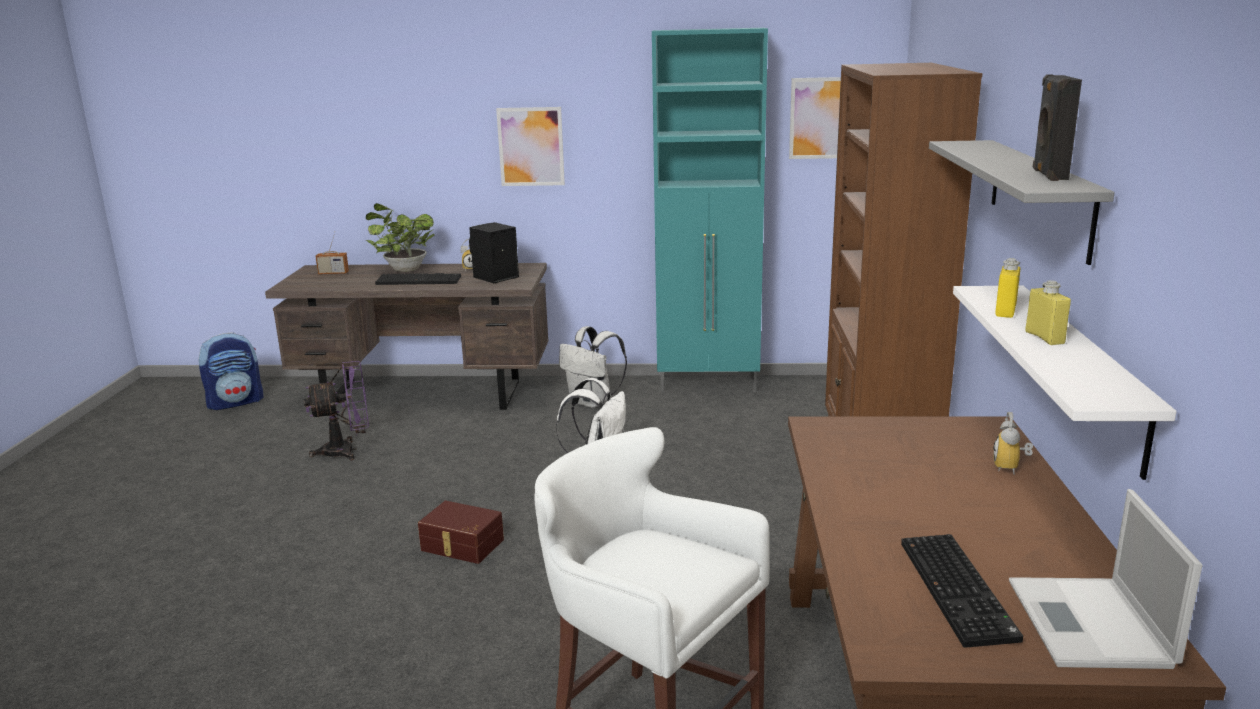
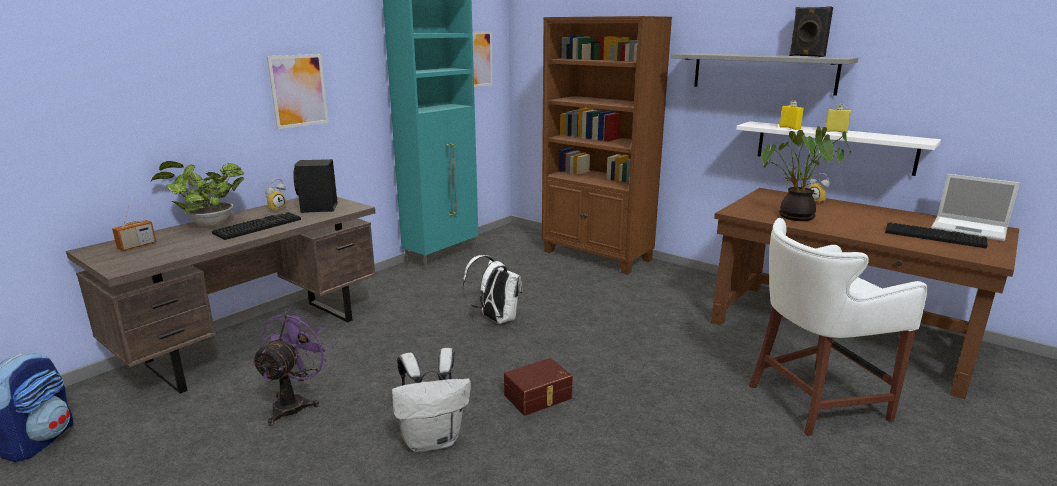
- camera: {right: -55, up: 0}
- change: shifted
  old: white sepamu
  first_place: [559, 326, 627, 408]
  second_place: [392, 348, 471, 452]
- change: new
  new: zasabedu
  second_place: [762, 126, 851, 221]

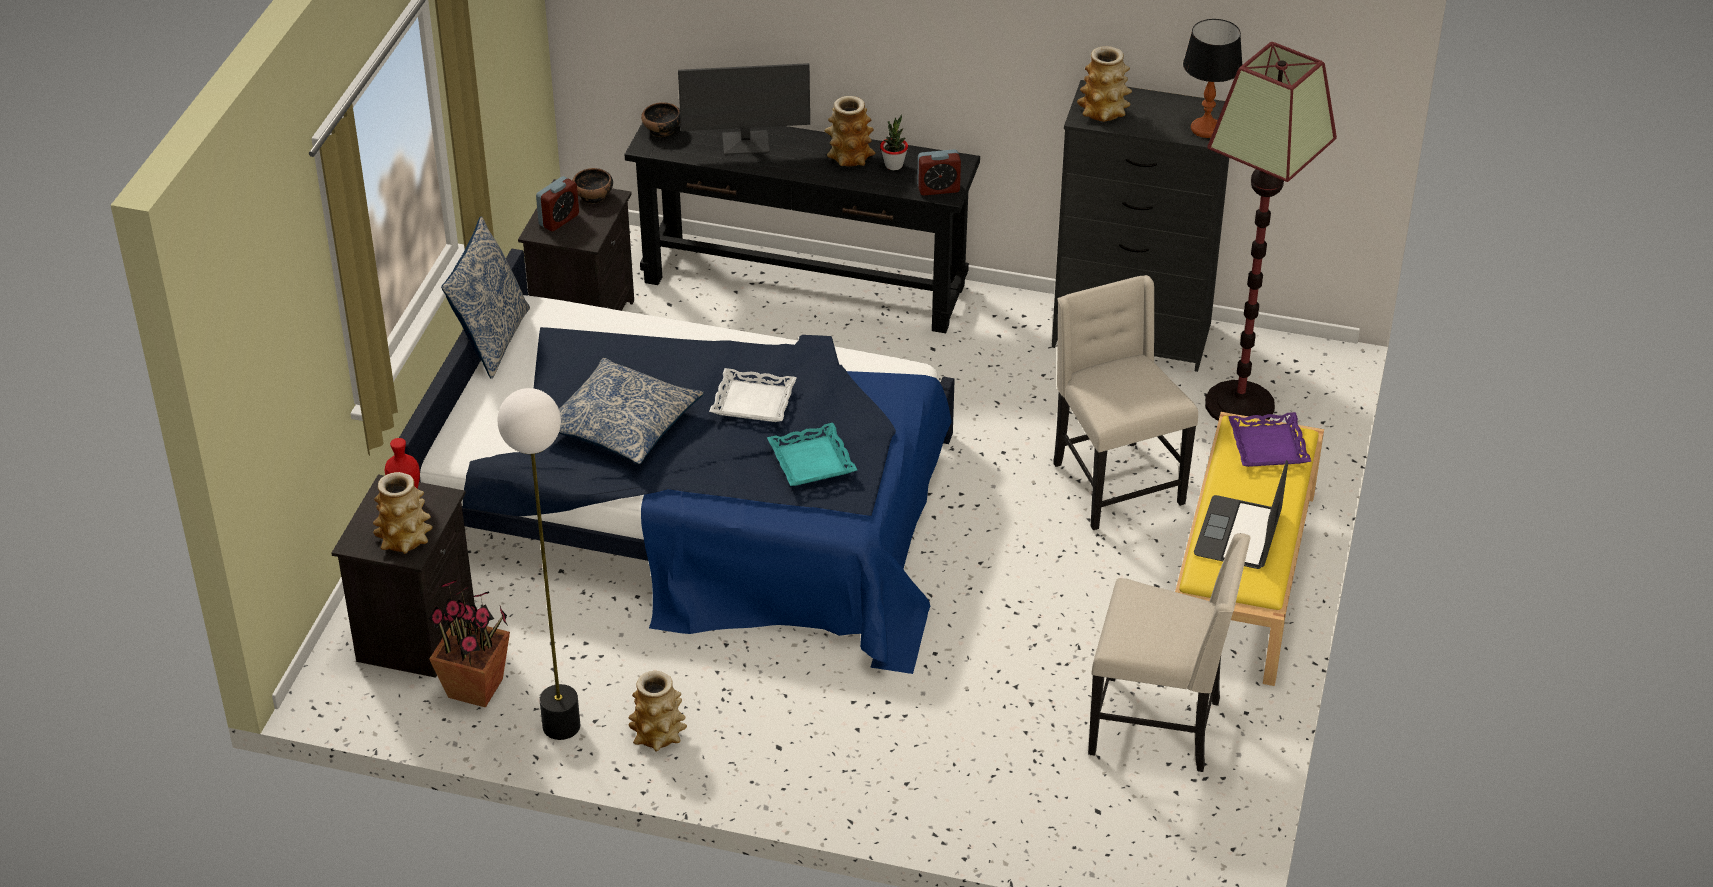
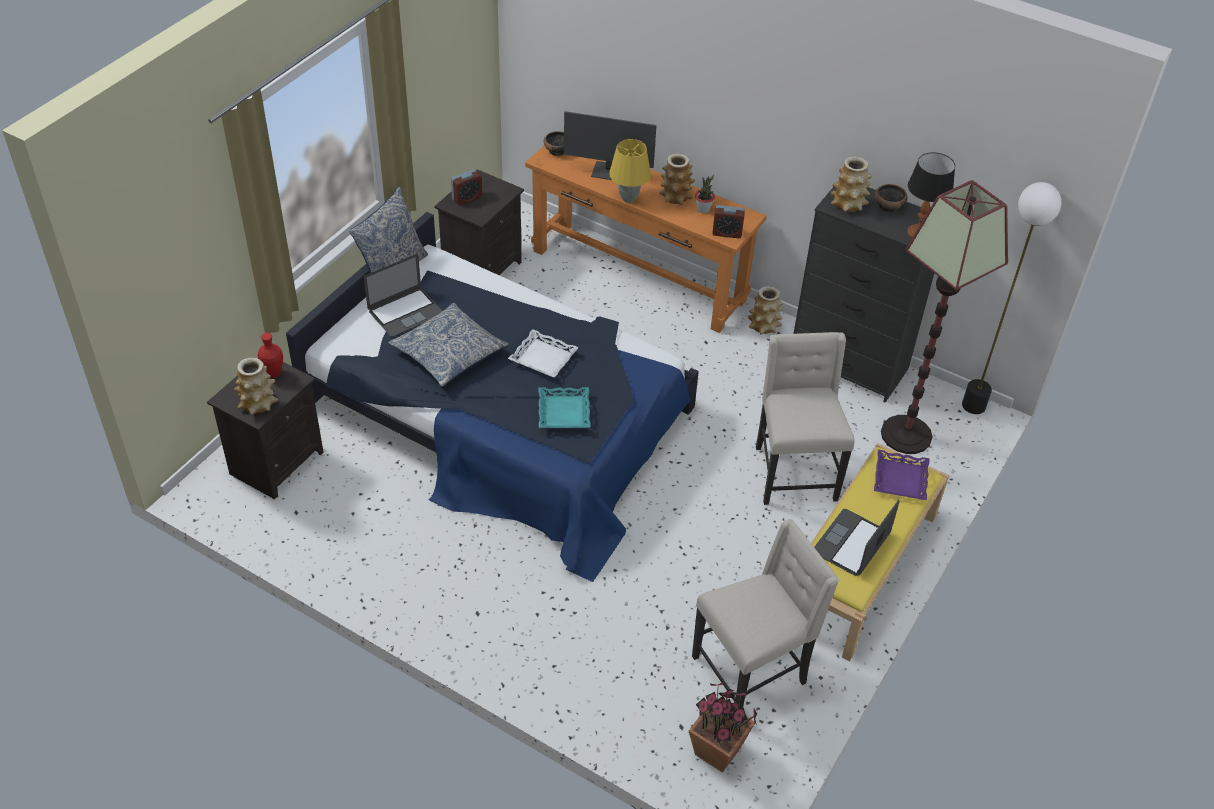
- camera: {right: 15, up: 5}
- change: shifted
  old: zasabedu
  first_place: [429, 579, 510, 708]
  second_place: [689, 682, 757, 773]
- change: shifted
  old: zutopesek
  first_place: [498, 388, 580, 740]
  second_place: [962, 182, 1061, 414]
- change: shifted
  old: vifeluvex
  first_place: [572, 168, 613, 204]
  second_place: [875, 184, 908, 212]
- change: repainted
  old: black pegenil
  new: orange pegenil
  first_place: [624, 122, 980, 333]
  second_place: [525, 146, 767, 333]
- change: shifted
  old: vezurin
  first_place: [629, 671, 687, 752]
  second_place: [748, 286, 783, 334]
- change: rotated
  old: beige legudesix
  first_place: [1088, 533, 1251, 772]
  second_place: [692, 519, 839, 708]
  degrees: -60
- change: new
  new: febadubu
  second_place: [364, 254, 442, 337]
- change: new
  new: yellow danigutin
  second_place: [609, 139, 651, 203]

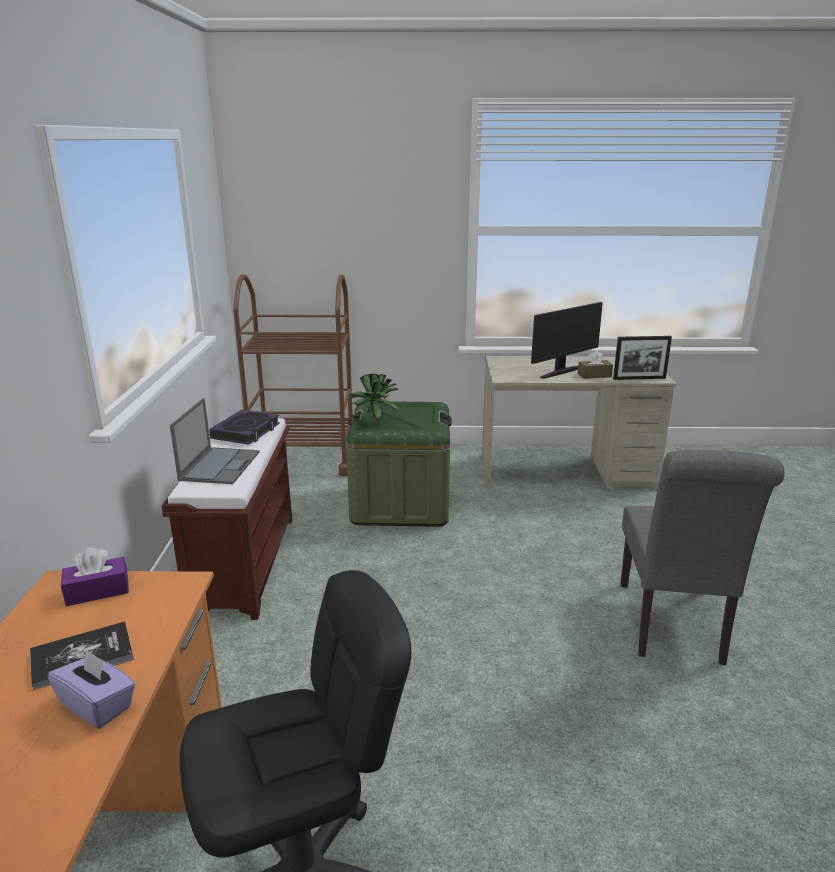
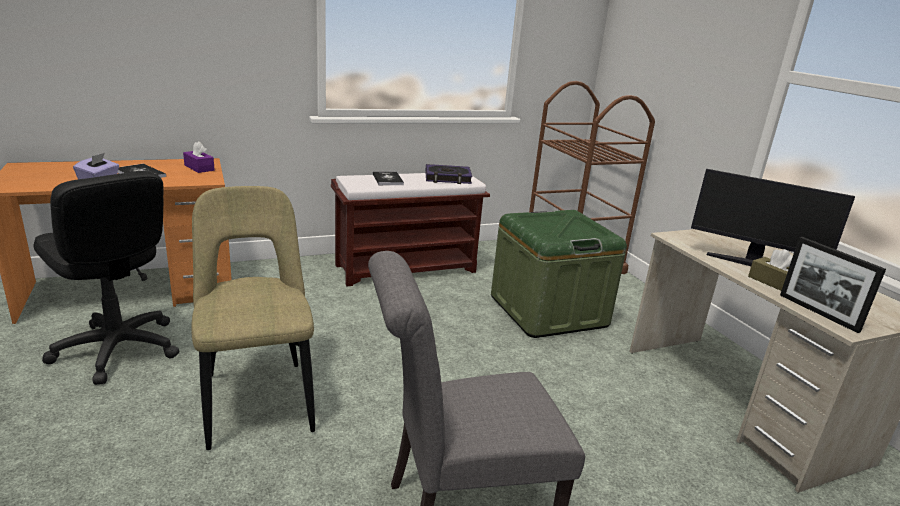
- camera: {right: 65, up: 0}
- change: swapped
  old: febadubu
  new: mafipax
  first_place: [170, 398, 260, 484]
  second_place: [373, 171, 404, 185]
- change: gone
  old: zasabedu
  first_place: [349, 374, 400, 425]
- change: new
  new: beige legudesix
  second_place: [191, 186, 315, 450]

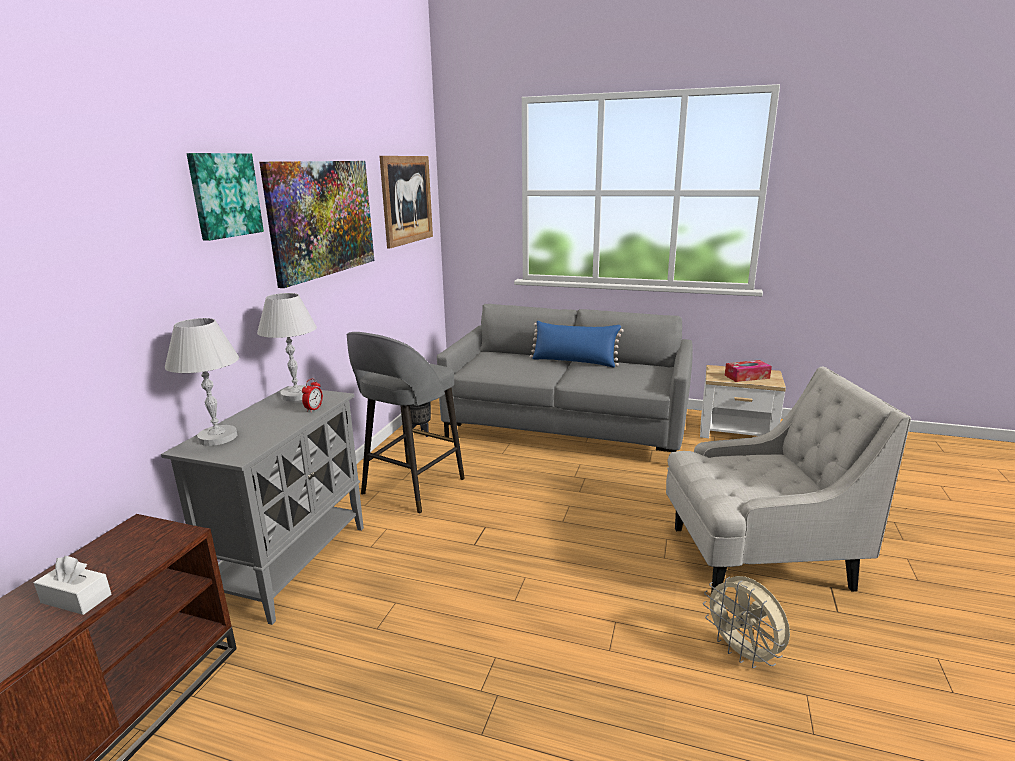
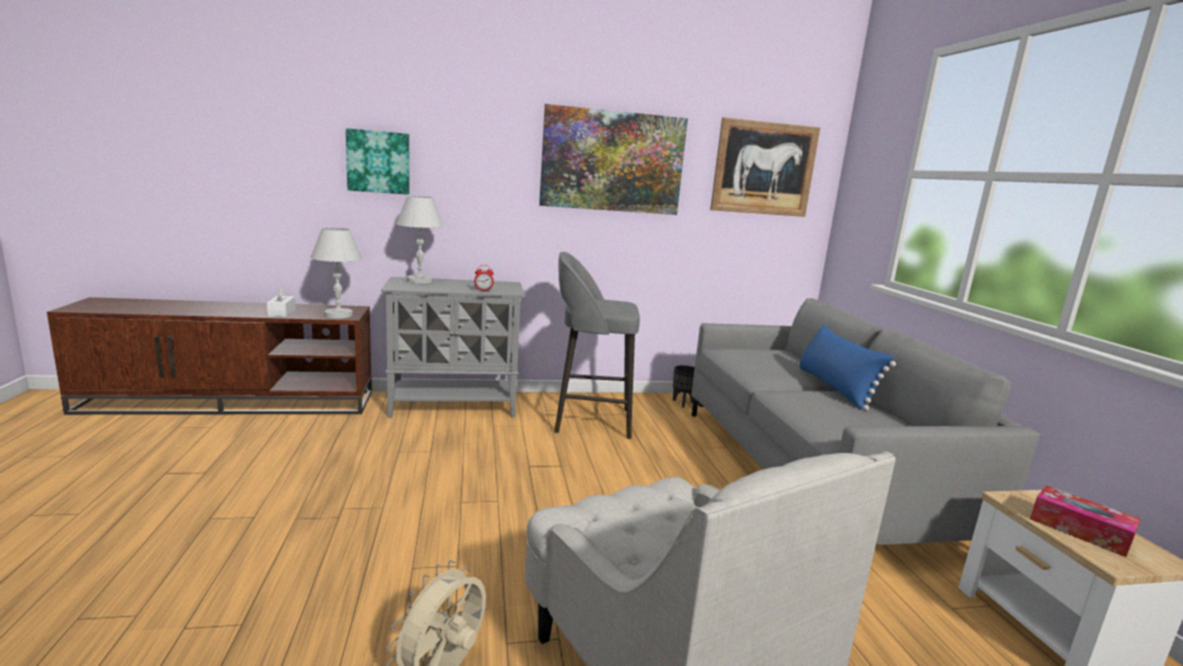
- camera: {right: 60, up: -5}
- change: shifted
  old: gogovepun
  first_place: [187, 153, 264, 241]
  second_place: [346, 128, 409, 195]
- change: shifted
  old: white danigutin
  first_place: [257, 293, 317, 401]
  second_place: [310, 227, 362, 318]

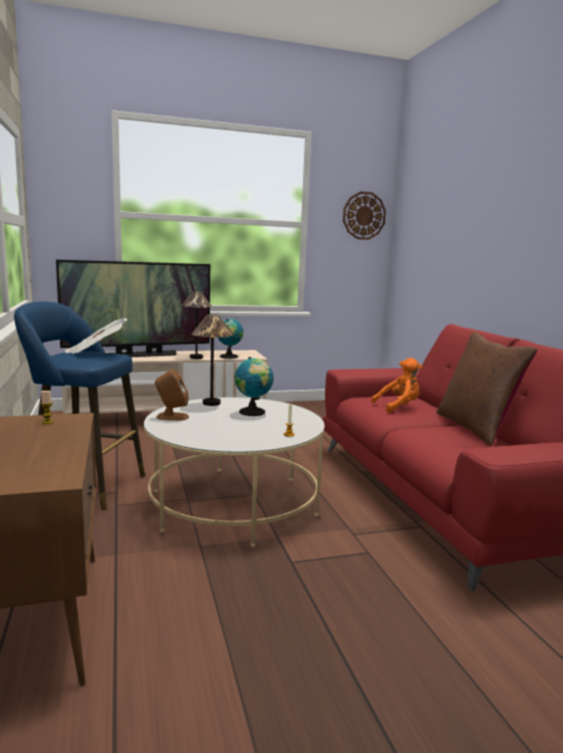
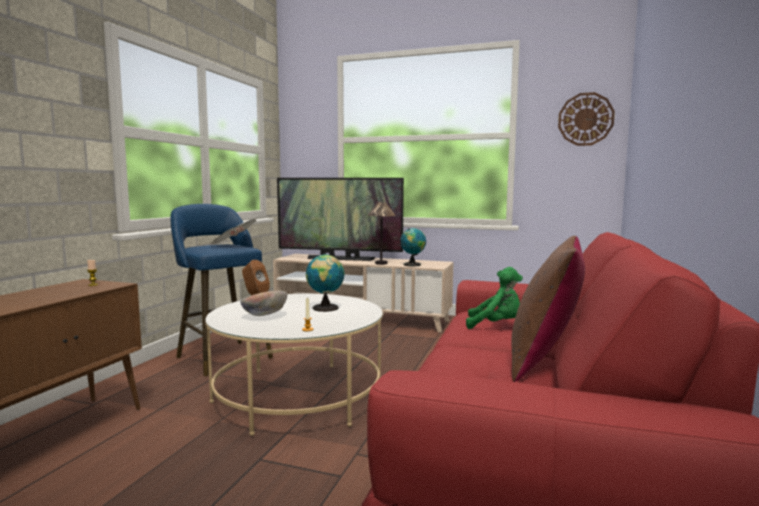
- camera: {right: 35, up: -5}
- change: gone
  old: danigutin
  first_place: [192, 314, 233, 406]
- change: repainted
  old: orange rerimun
  new: green rerimun
  first_place: [371, 358, 422, 413]
  second_place: [466, 267, 523, 329]
- change: new
  new: vifeluvex
  second_place: [240, 291, 287, 316]

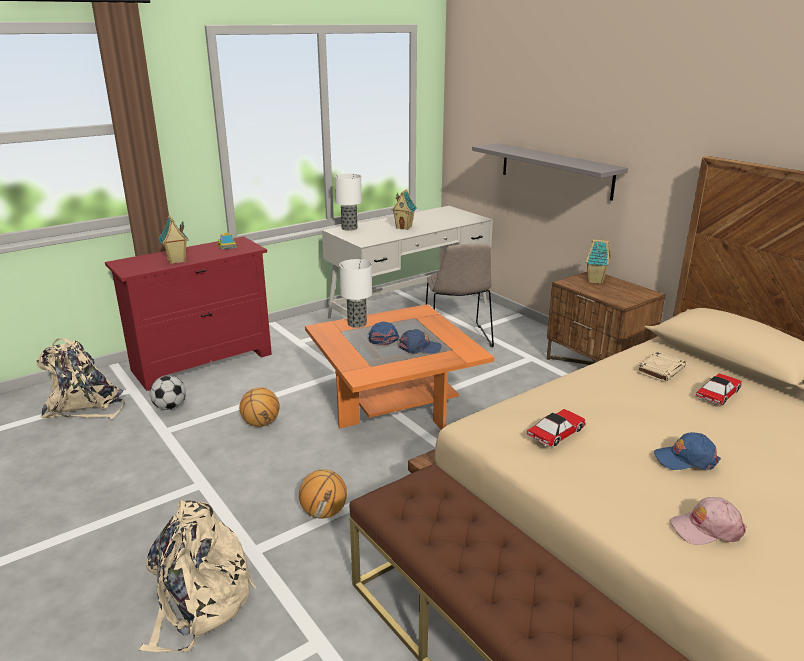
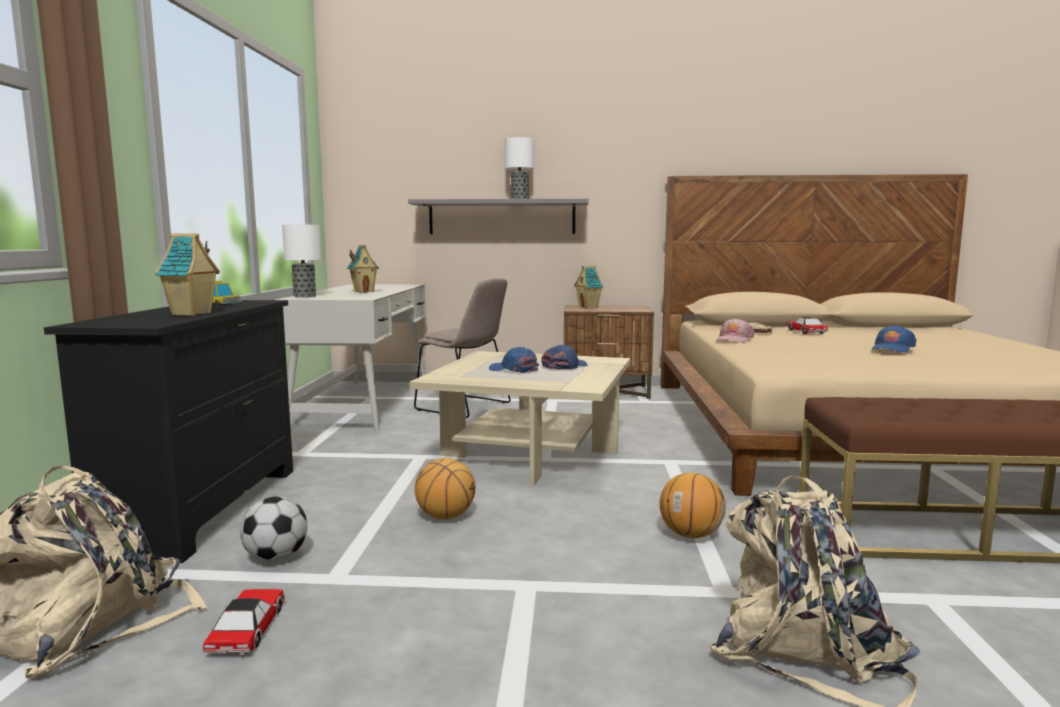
- camera: {right: -50, up: -15}
- change: repainted
  old: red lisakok
  new: black lisakok
  first_place: [105, 236, 272, 391]
  second_place: [44, 300, 293, 563]
- change: repainted
  old: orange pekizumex
  new: beige pekizumex
  first_place: [305, 304, 494, 429]
  second_place: [409, 351, 630, 486]
- change: shifted
  old: danigutin
  first_place: [339, 259, 372, 328]
  second_place: [505, 137, 534, 199]
- change: shifted
  old: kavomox
  first_place: [527, 409, 586, 447]
  second_place: [203, 589, 285, 655]
- change: shifted
  old: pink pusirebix
  first_place: [670, 497, 746, 545]
  second_place: [716, 318, 754, 343]

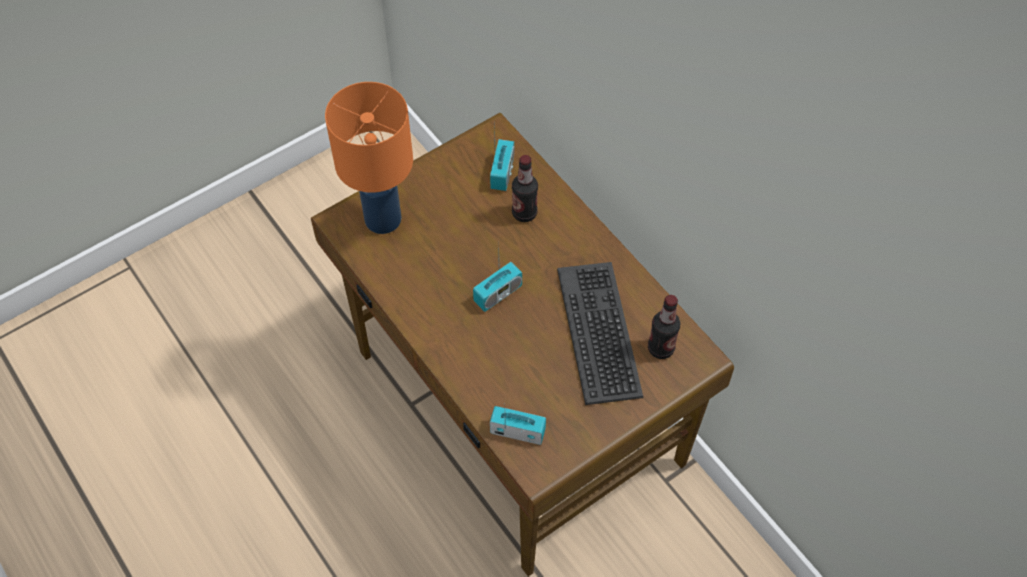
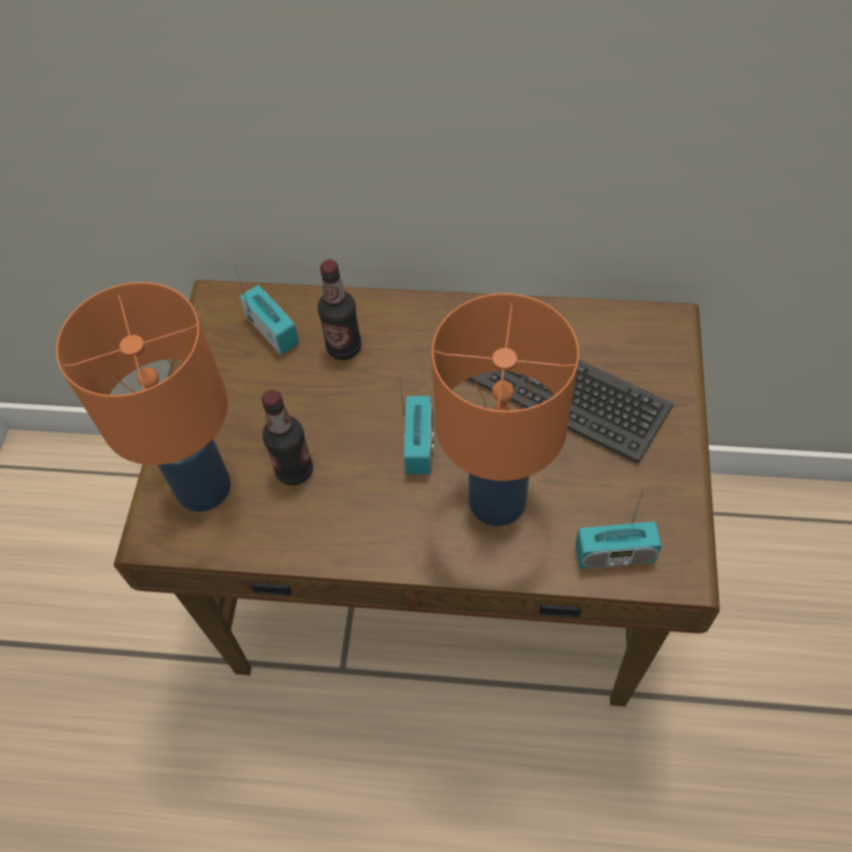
- camera: {right: -45, up: 0}
- change: rotated
  old: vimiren
  first_place: [490, 406, 546, 445]
  second_place: [575, 488, 662, 569]
  degrees: -150
- change: shifted
  old: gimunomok
  first_place: [648, 295, 680, 359]
  second_place: [262, 390, 313, 485]
- change: new
  new: orange danigutin
  second_place: [432, 293, 579, 526]

